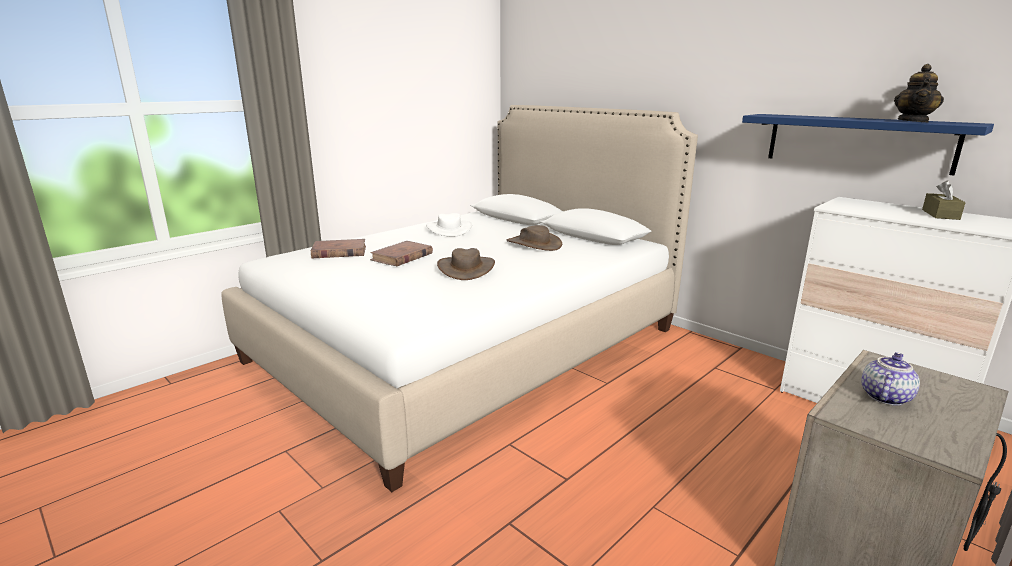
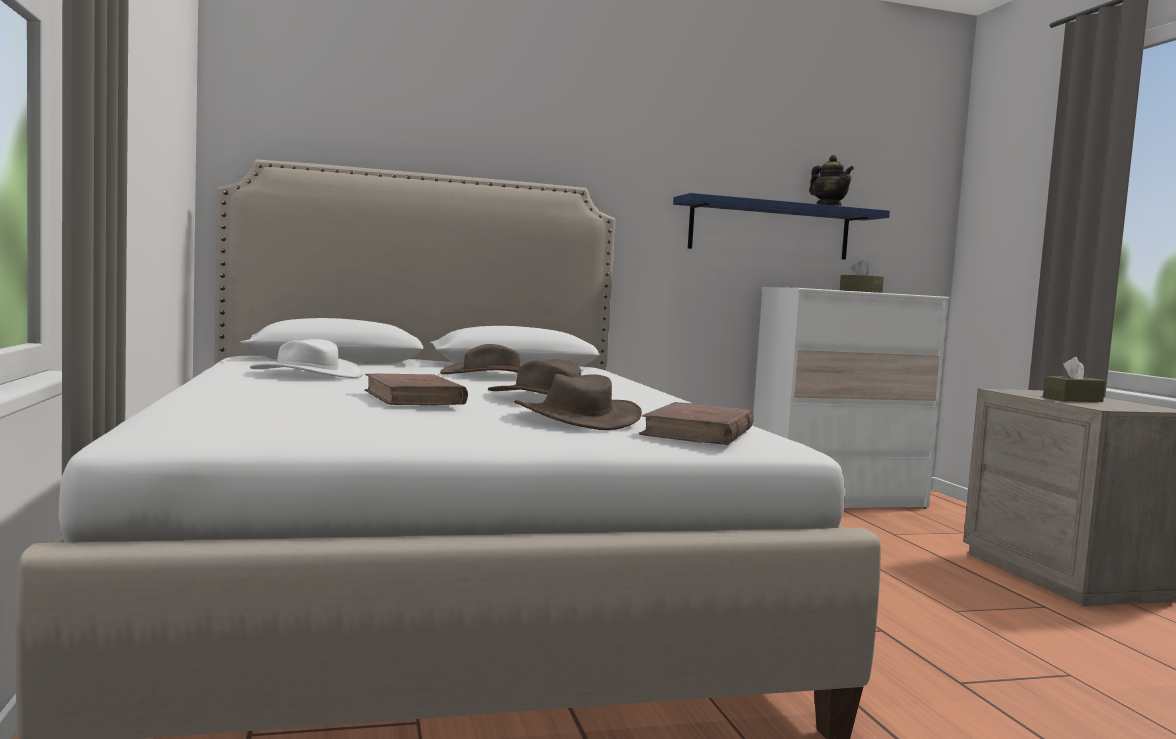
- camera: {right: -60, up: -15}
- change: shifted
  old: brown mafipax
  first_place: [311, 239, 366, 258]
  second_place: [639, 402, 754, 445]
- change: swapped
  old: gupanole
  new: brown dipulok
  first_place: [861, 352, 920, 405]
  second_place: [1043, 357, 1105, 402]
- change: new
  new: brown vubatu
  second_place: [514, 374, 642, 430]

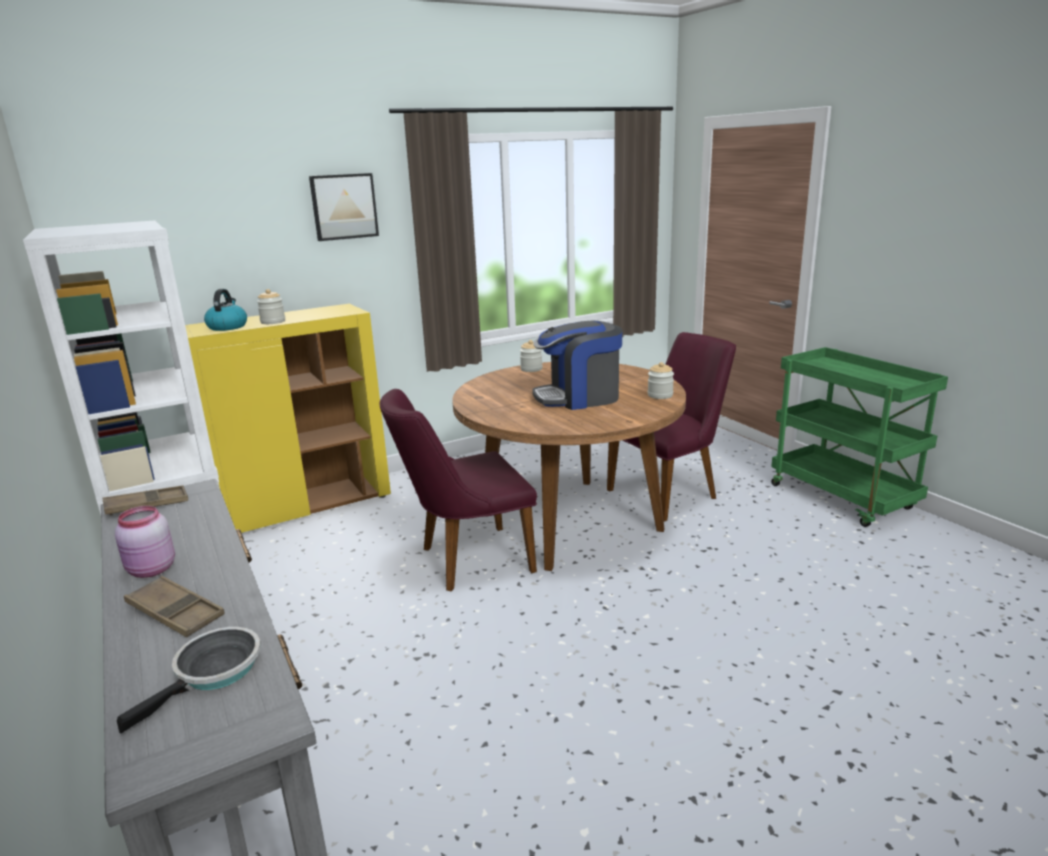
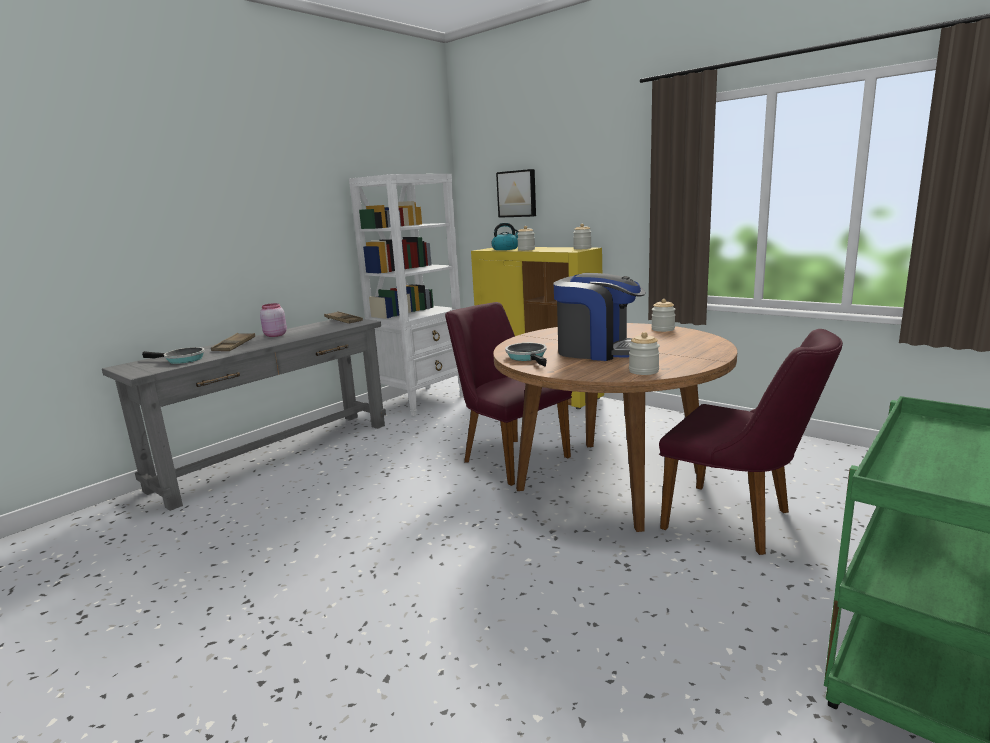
- camera: {right: 70, up: -5}
- change: shifted
  old: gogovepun
  first_place: [309, 173, 379, 241]
  second_place: [496, 169, 536, 218]
- change: rotated
  old: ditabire
  first_place: [532, 321, 622, 410]
  second_place: [554, 273, 646, 361]
  degrees: 150
- change: new
  new: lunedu
  second_place: [505, 343, 547, 367]
- change: new
  new: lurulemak
  second_place: [573, 224, 592, 249]

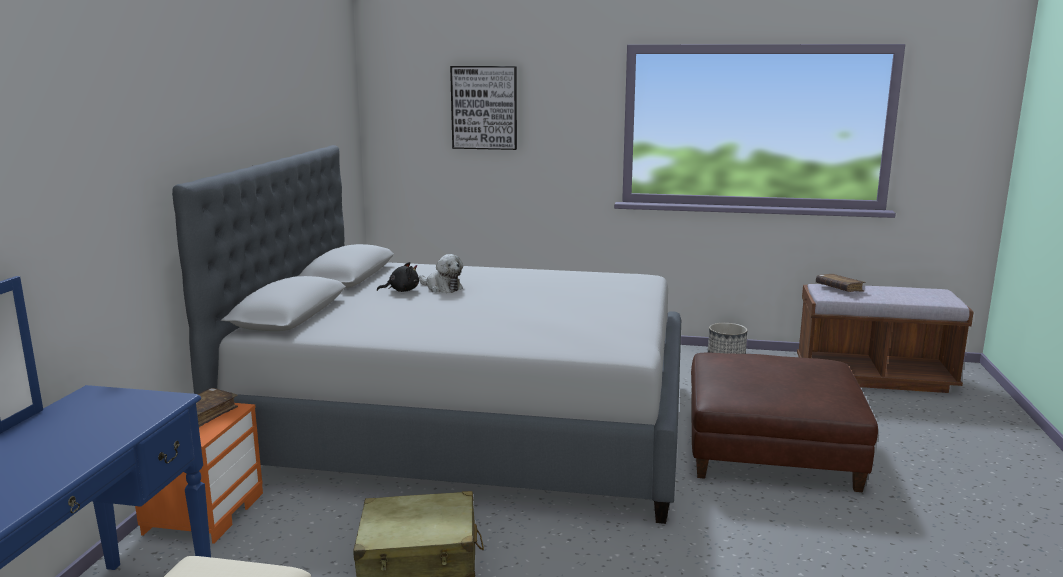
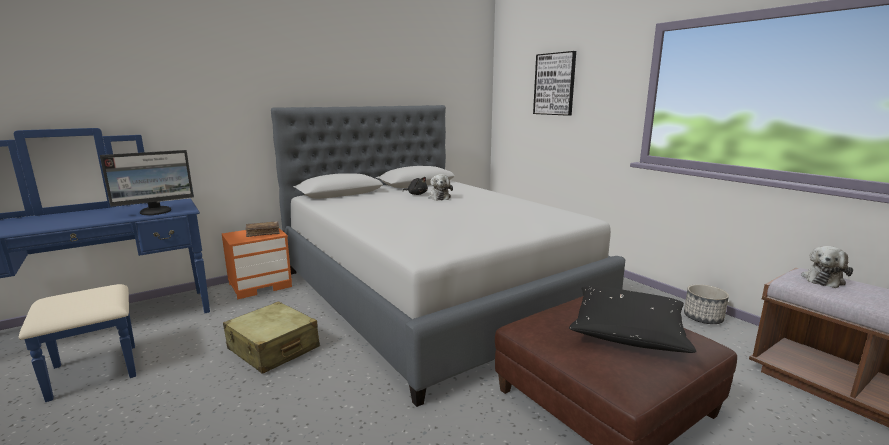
- camera: {right: 45, up: 0}
- change: swapped
  old: brown mafipax
  new: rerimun
  first_place: [816, 274, 866, 292]
  second_place: [801, 246, 853, 288]
- change: new
  new: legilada
  second_place: [100, 150, 194, 215]
- change: new
  new: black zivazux
  second_place: [569, 286, 697, 353]

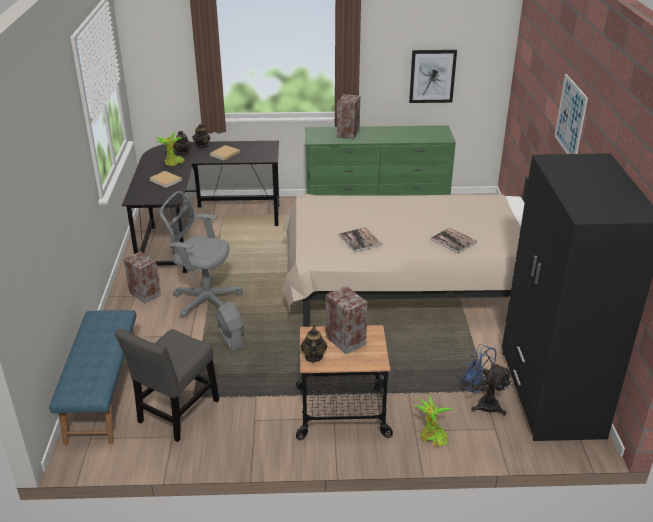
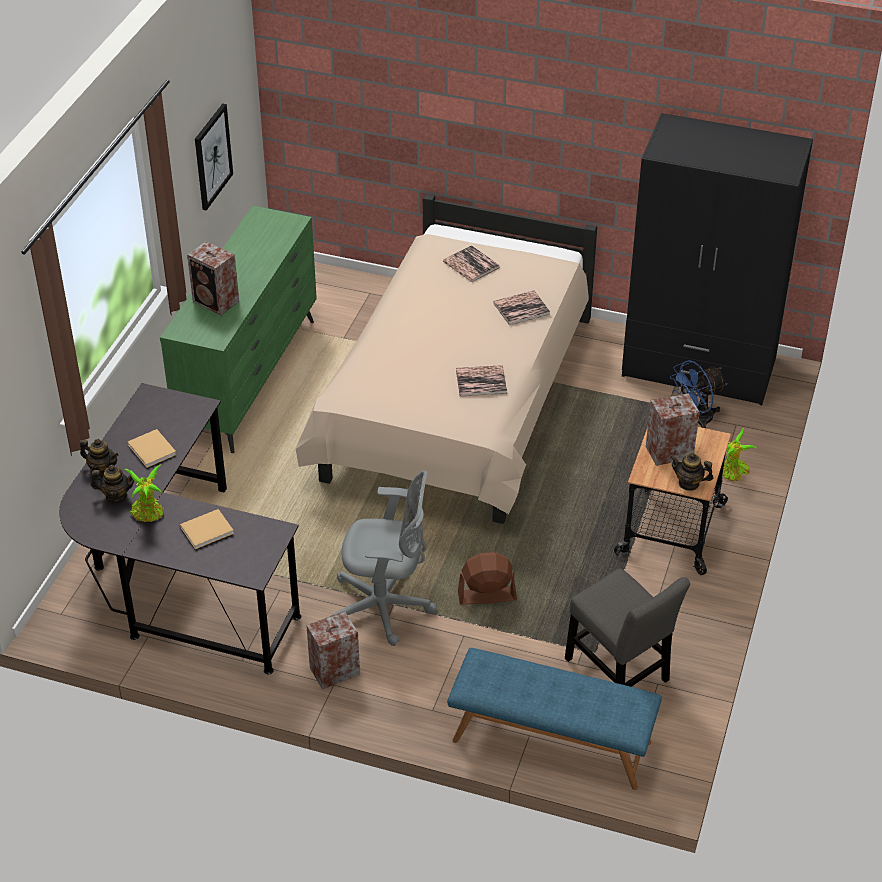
- camera: {right: -70, up: 10}
- change: rotated
  old: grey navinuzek
  first_place: [159, 191, 243, 318]
  second_place: [331, 471, 437, 646]
  degrees: -120
- change: repainted
  old: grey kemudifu
  new: brown kemudifu
  first_place: [216, 301, 245, 350]
  second_place: [458, 552, 517, 605]
- change: gone
  old: gogovepun
  first_place: [555, 74, 588, 154]
- change: new
  new: mafipax
  second_place: [443, 245, 500, 282]

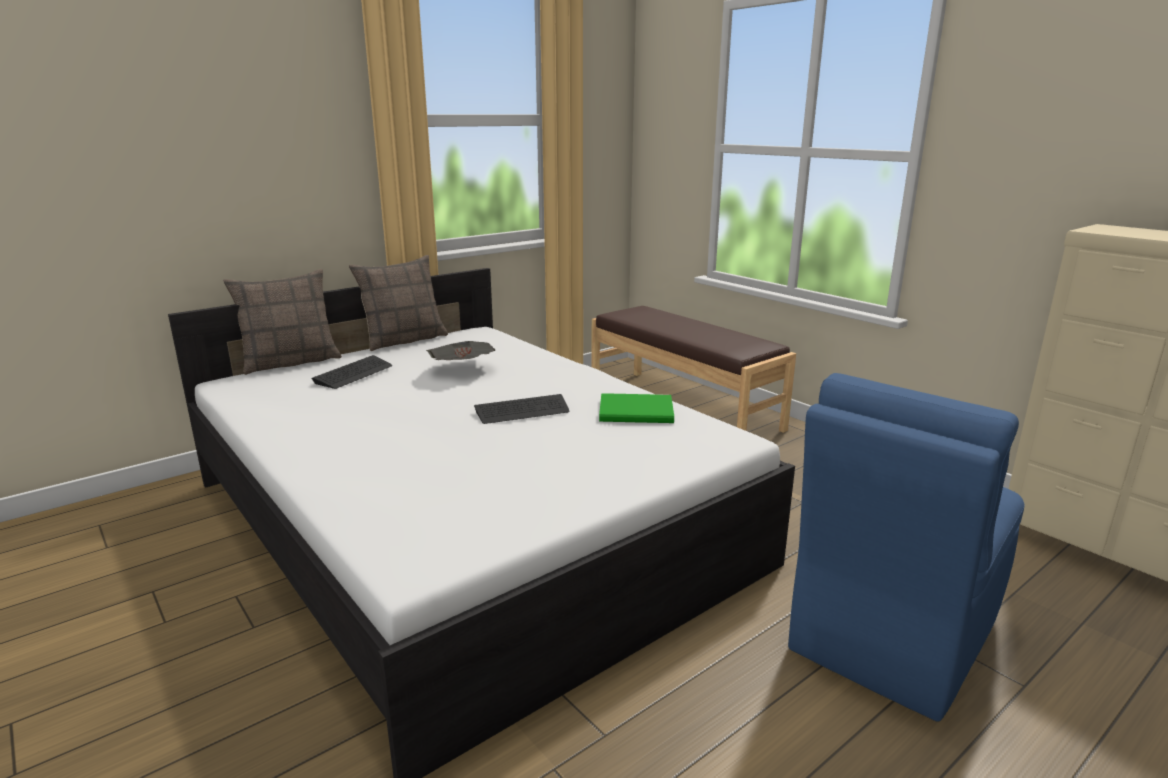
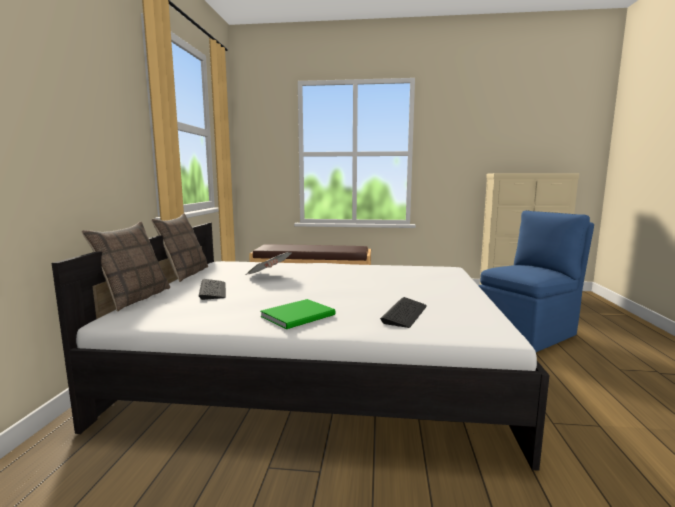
- camera: {right: -45, up: -10}
- change: shifted
  old: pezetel
  first_place: [474, 394, 569, 424]
  second_place: [380, 297, 427, 328]
- change: shifted
  old: green mafipax
  first_place: [599, 393, 674, 423]
  second_place: [260, 299, 336, 329]
- change: rotated
  old: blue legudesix
  first_place: [788, 373, 1025, 722]
  second_place: [478, 210, 594, 352]
  degrees: -120

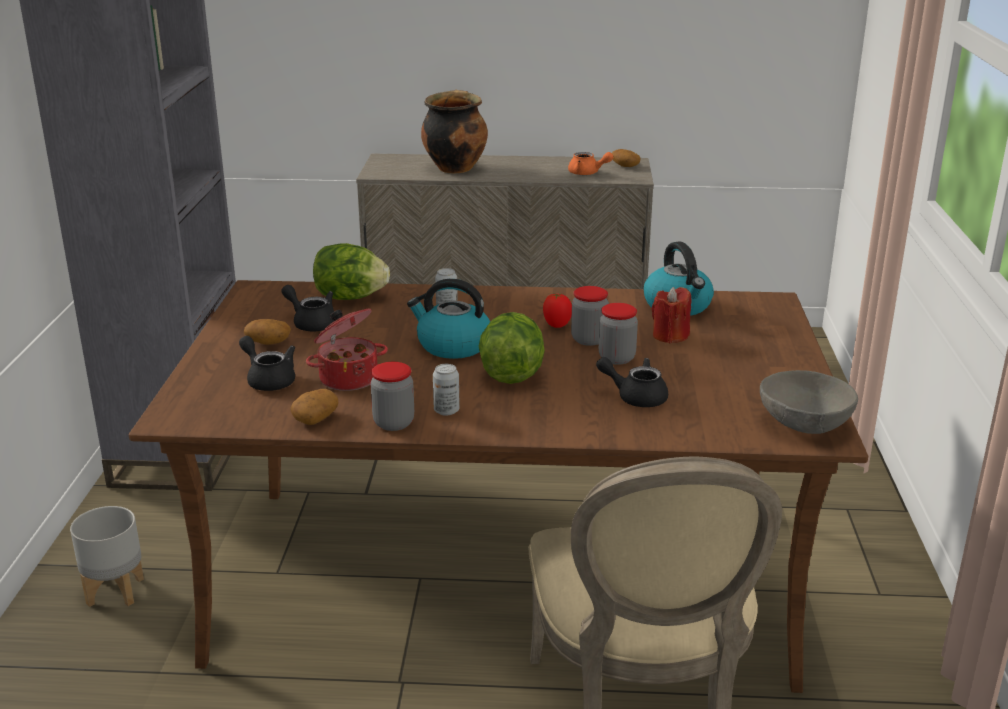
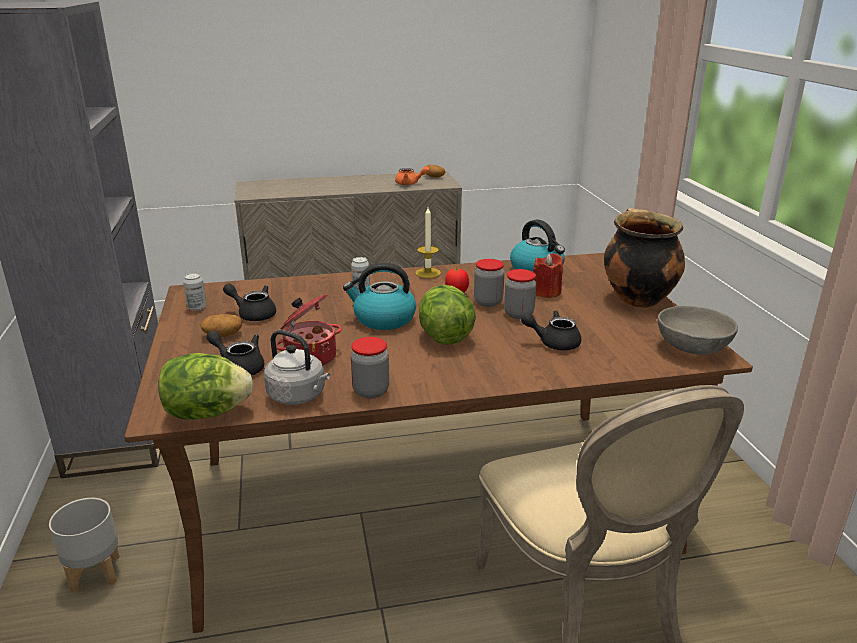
- camera: {right: -15, up: 0}
- change: swapped
  old: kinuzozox
  new: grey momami
  first_place: [291, 389, 338, 425]
  second_place: [264, 330, 330, 405]
- change: shifted
  old: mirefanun
  first_place: [313, 243, 390, 300]
  second_place: [158, 353, 253, 420]
- change: shifted
  old: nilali
  first_place: [421, 90, 488, 174]
  second_place: [604, 208, 685, 308]
- change: shifted
  old: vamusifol
  first_place: [433, 364, 460, 416]
  second_place: [183, 273, 207, 311]
- change: new
  new: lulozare
  second_place: [415, 207, 441, 278]

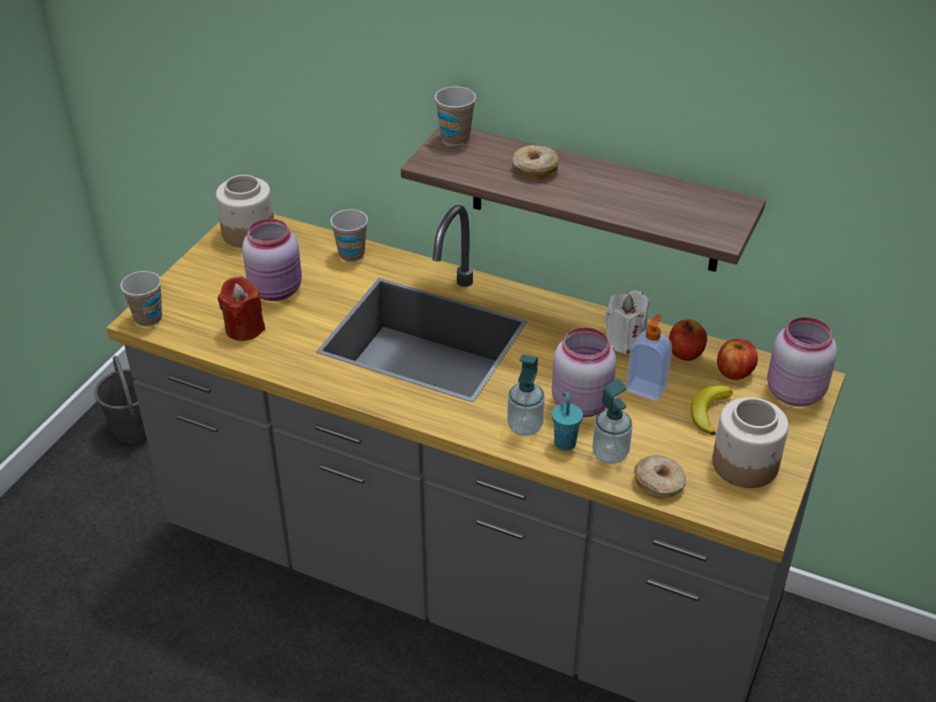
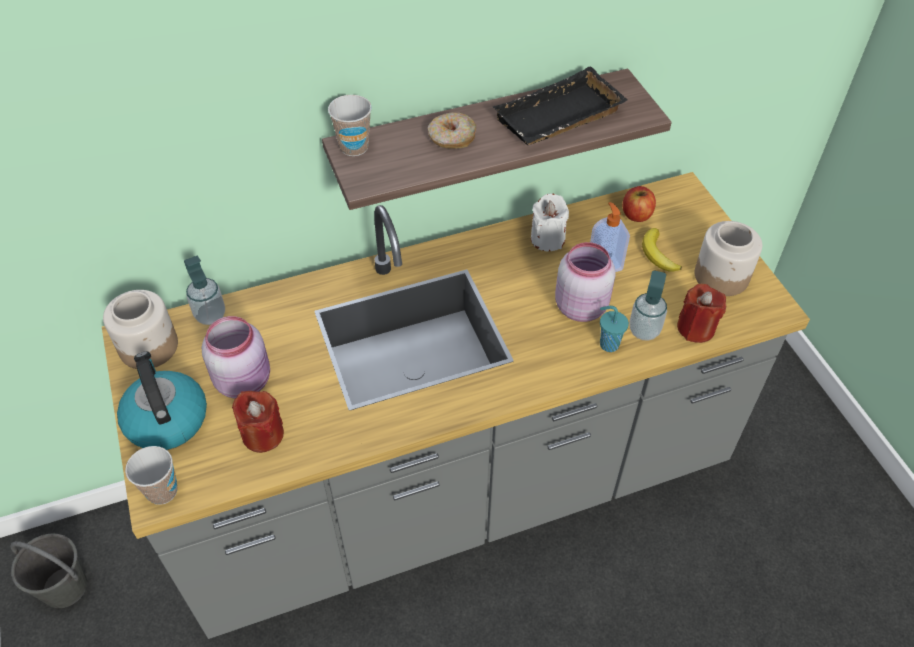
- camera: {right: -45, up: 10}
- change: gone
  old: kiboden
  first_place: [330, 209, 368, 262]
- change: shifted
  old: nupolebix
  first_place: [507, 355, 545, 436]
  second_place: [184, 255, 225, 325]
- change: swapped
  old: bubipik
  new: red lulozare
  first_place: [634, 455, 686, 499]
  second_place: [677, 284, 726, 343]
- change: gone
  old: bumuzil
  first_place: [669, 319, 707, 361]
- change: gone
  old: pink lurulemak
  first_place: [767, 317, 837, 407]
- change: new
  new: momami
  second_place: [117, 351, 207, 450]
- change: new
  new: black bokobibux
  second_place: [493, 66, 628, 145]

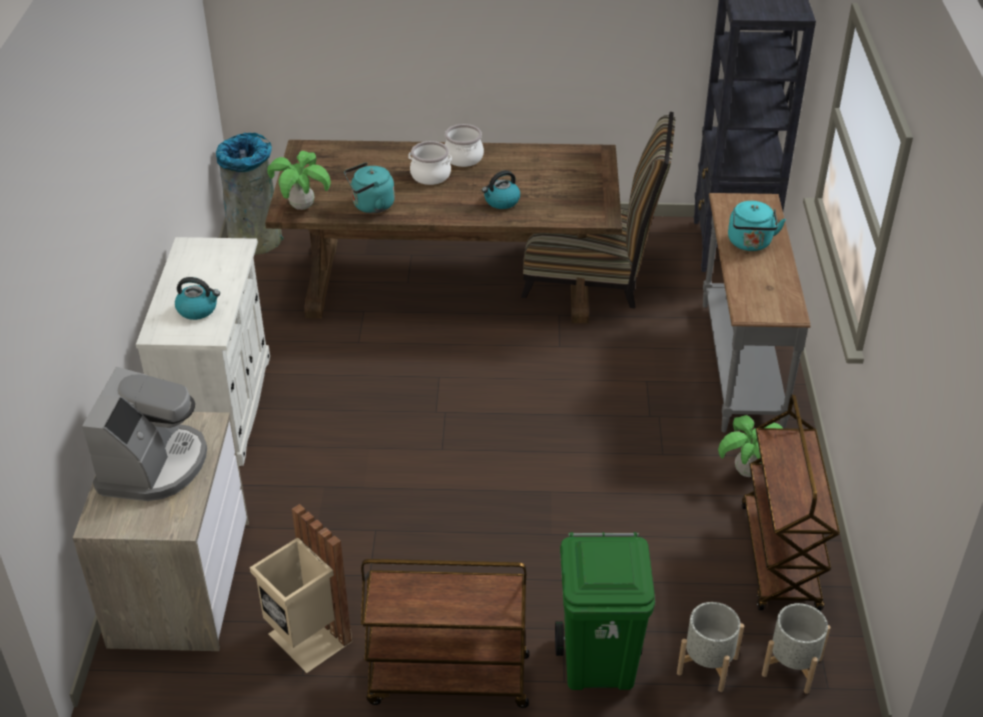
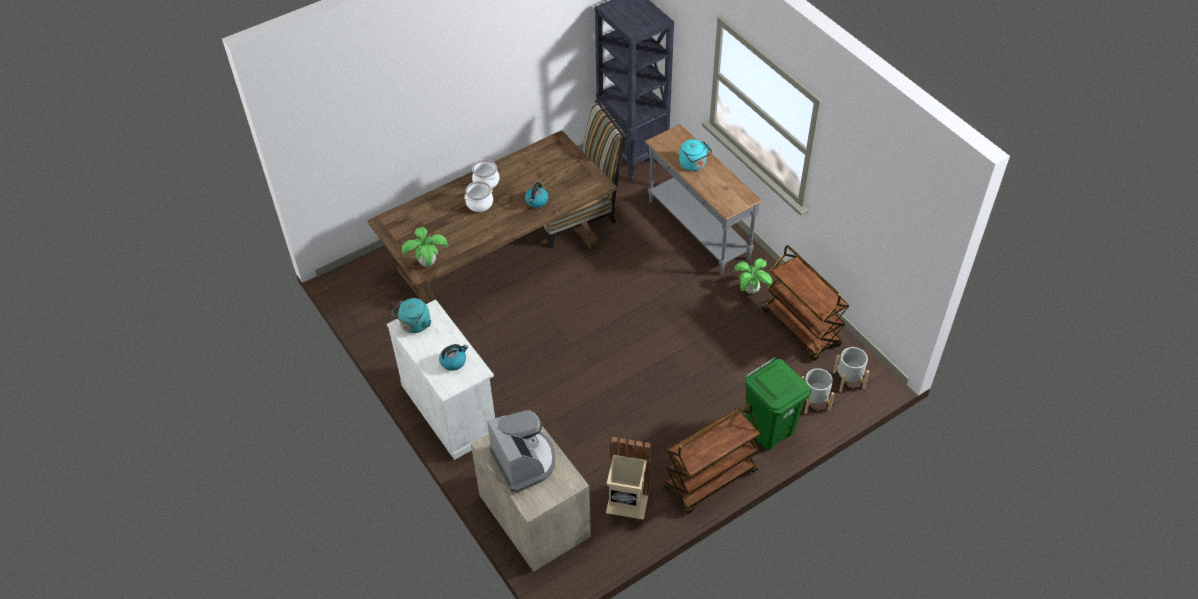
- camera: {right: -35, up: 10}
- change: gone
  old: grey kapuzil
  first_place: [216, 133, 284, 255]
- change: shifted
  old: turquoise momami
  first_place: [344, 163, 395, 213]
  second_place: [391, 298, 431, 333]

